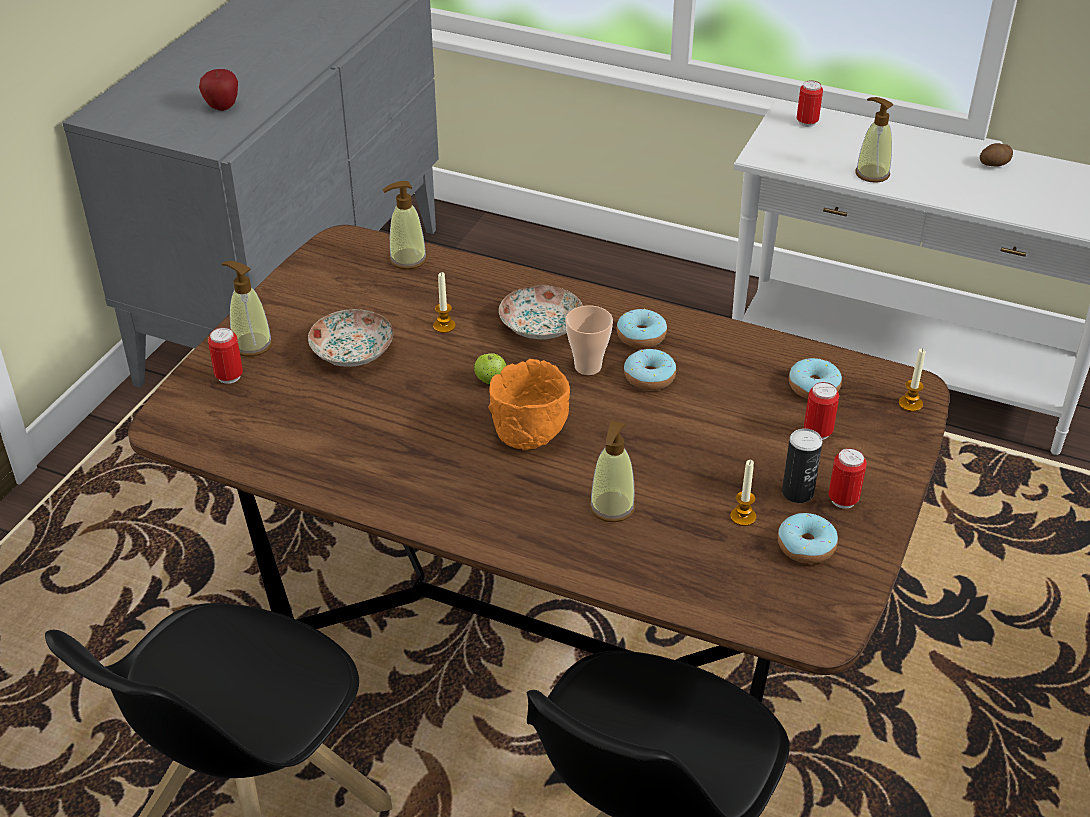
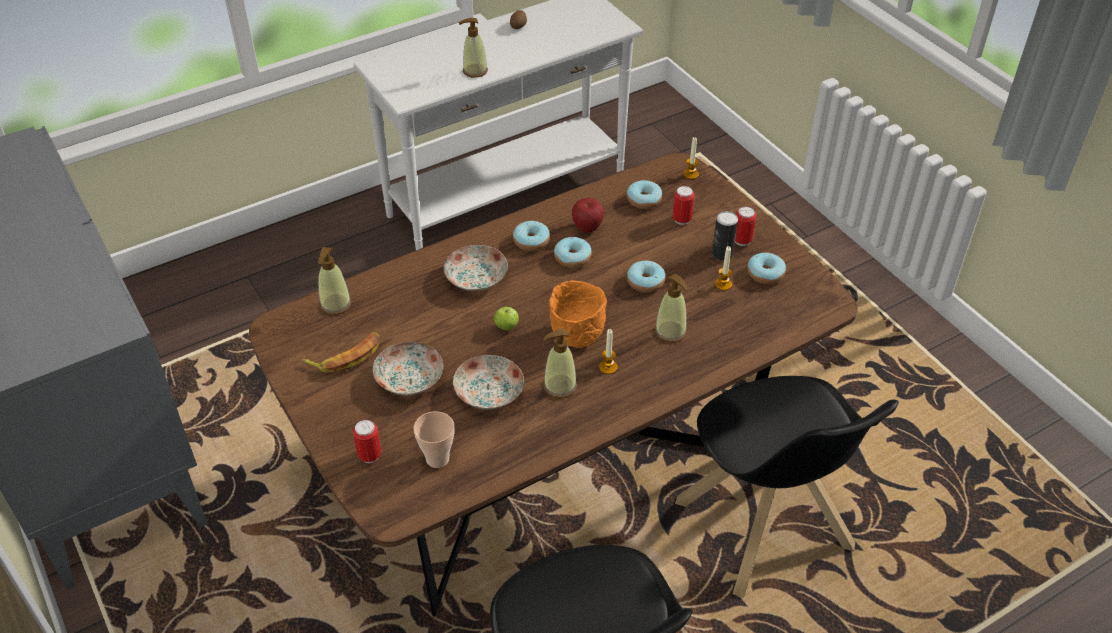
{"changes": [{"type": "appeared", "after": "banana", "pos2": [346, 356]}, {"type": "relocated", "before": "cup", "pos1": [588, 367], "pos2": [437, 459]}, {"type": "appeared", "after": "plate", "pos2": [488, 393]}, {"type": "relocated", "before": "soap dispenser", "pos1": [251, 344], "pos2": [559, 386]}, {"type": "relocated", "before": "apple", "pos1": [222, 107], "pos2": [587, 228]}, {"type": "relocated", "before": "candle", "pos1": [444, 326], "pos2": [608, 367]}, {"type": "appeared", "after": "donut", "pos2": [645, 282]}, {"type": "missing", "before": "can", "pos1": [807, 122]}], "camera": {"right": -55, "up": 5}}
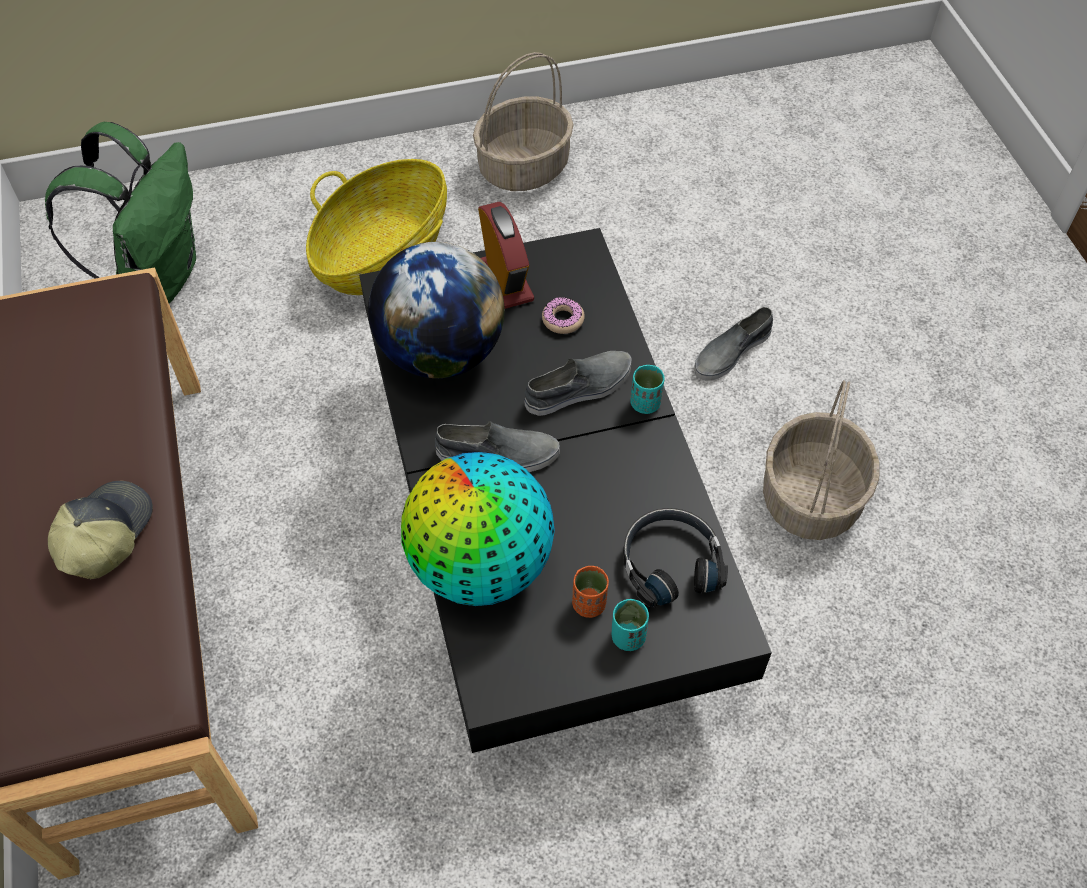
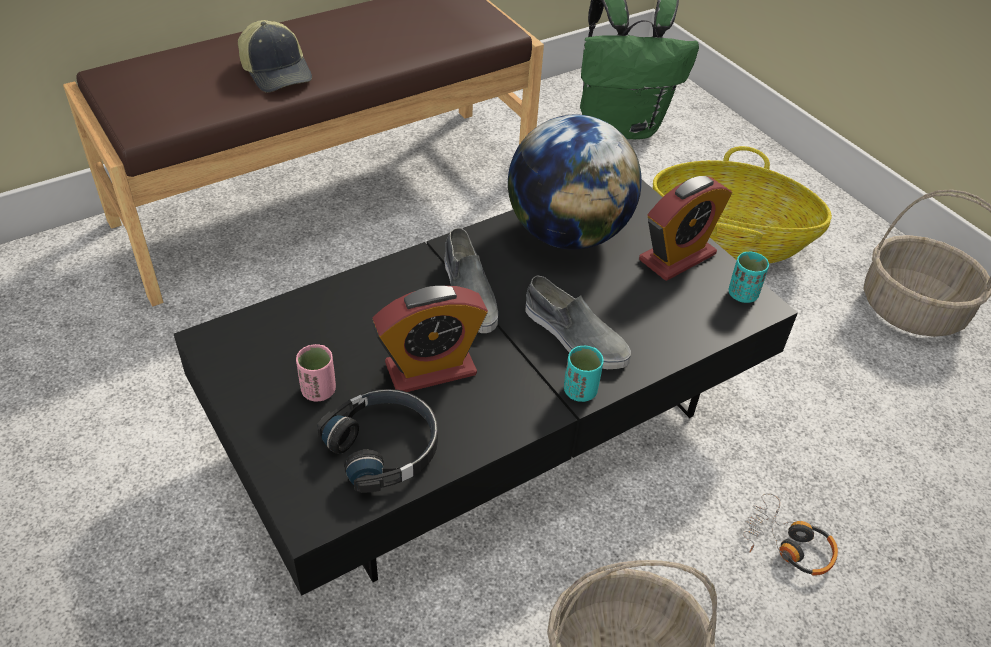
{"changes": [{"type": "spun", "before": "cap", "pos1": [103, 535], "pos2": [277, 72], "turn": 60}, {"type": "colour", "before": "cup (orange)", "after": "cup (pink)", "pos1": [589, 604], "pos2": [318, 391]}, {"type": "appeared", "after": "alarm clock", "pos2": [430, 369]}, {"type": "relocated", "before": "cup (turquoise)", "pos1": [628, 637], "pos2": [742, 294]}, {"type": "exchanged", "before": "shoe (grey)", "after": "headphones", "pos1": [731, 351], "pos2": [787, 544]}, {"type": "missing", "before": "globe", "pos1": [480, 566]}, {"type": "missing", "before": "donut", "pos1": [563, 320]}], "camera": {"right": 70, "up": -10}}
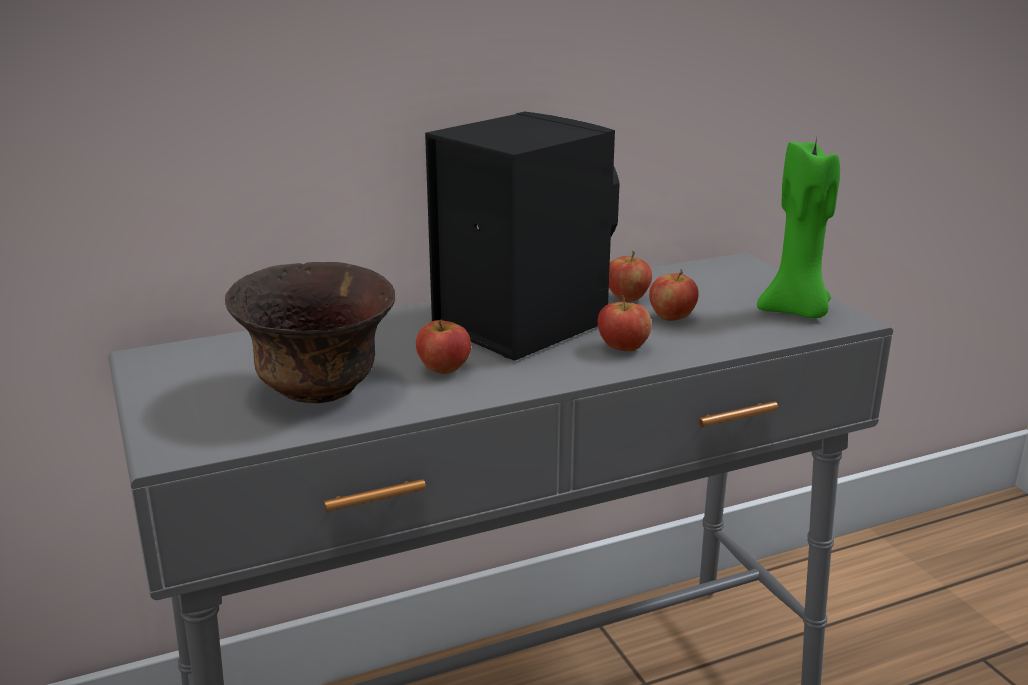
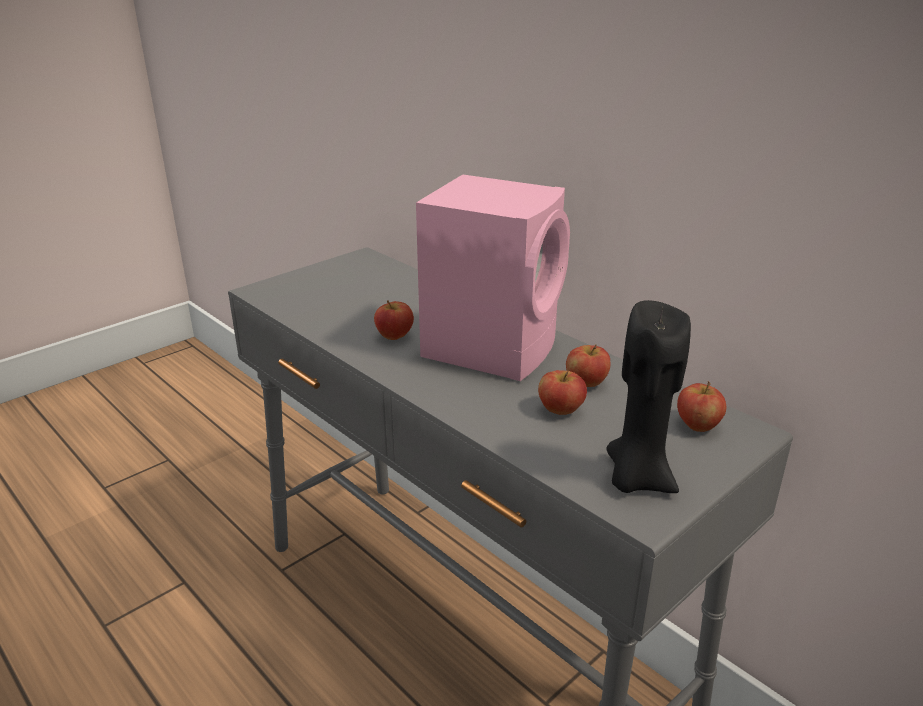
{"changes": [{"type": "colour", "before": "speaker (black)", "after": "speaker (pink)", "pos1": [517, 323], "pos2": [493, 346]}, {"type": "colour", "before": "candle (green)", "after": "candle (black)", "pos1": [796, 312], "pos2": [636, 478]}, {"type": "relocated", "before": "apple", "pos1": [623, 348], "pos2": [697, 425]}, {"type": "missing", "before": "bowl (brown)", "pos1": [319, 392]}], "camera": {"right": 70, "up": 5}}
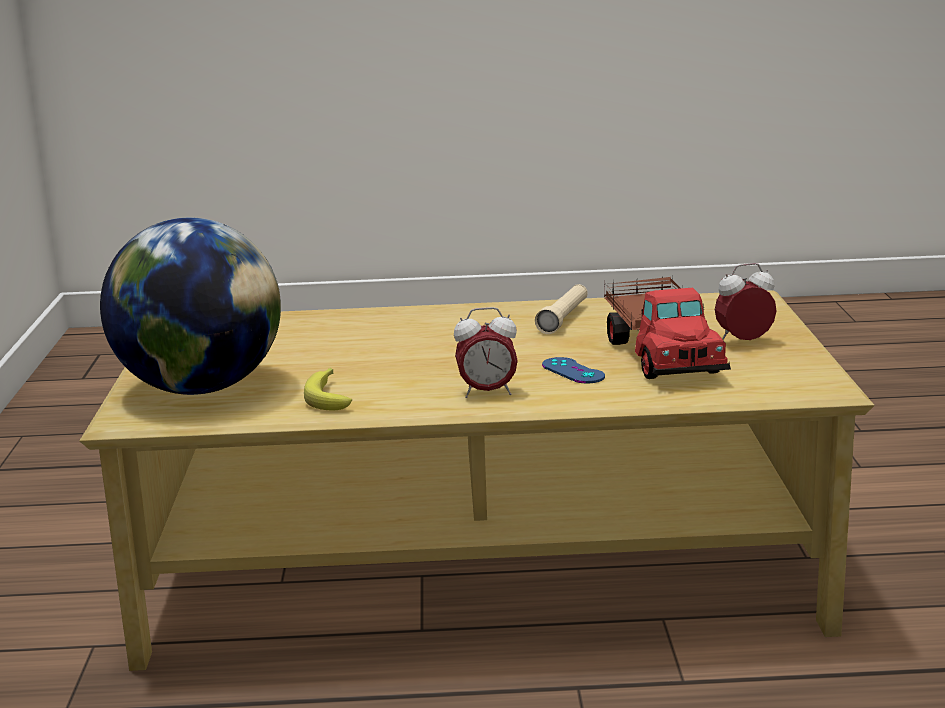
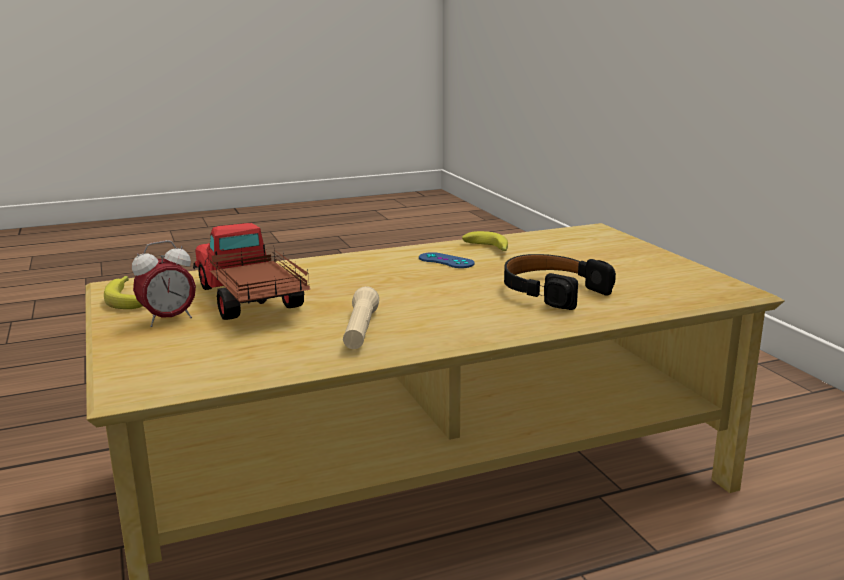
{"changes": [{"type": "appeared", "after": "banana", "pos2": [127, 298]}, {"type": "relocated", "before": "game controller (blue)", "pos1": [573, 371], "pos2": [446, 261]}, {"type": "appeared", "after": "headphones (black)", "pos2": [552, 291]}, {"type": "missing", "before": "globe", "pos1": [200, 388]}, {"type": "missing", "before": "alarm clock", "pos1": [487, 393]}], "camera": {"right": 160, "up": 0}}
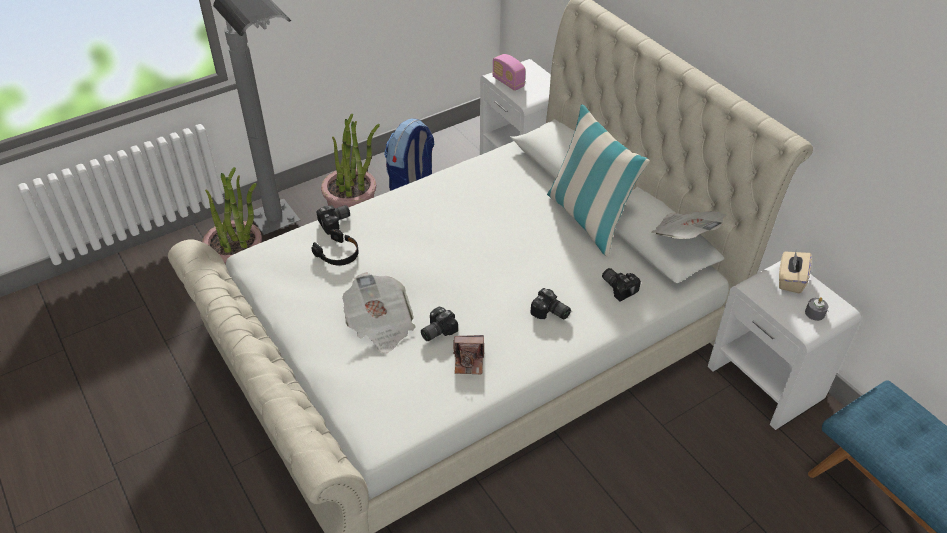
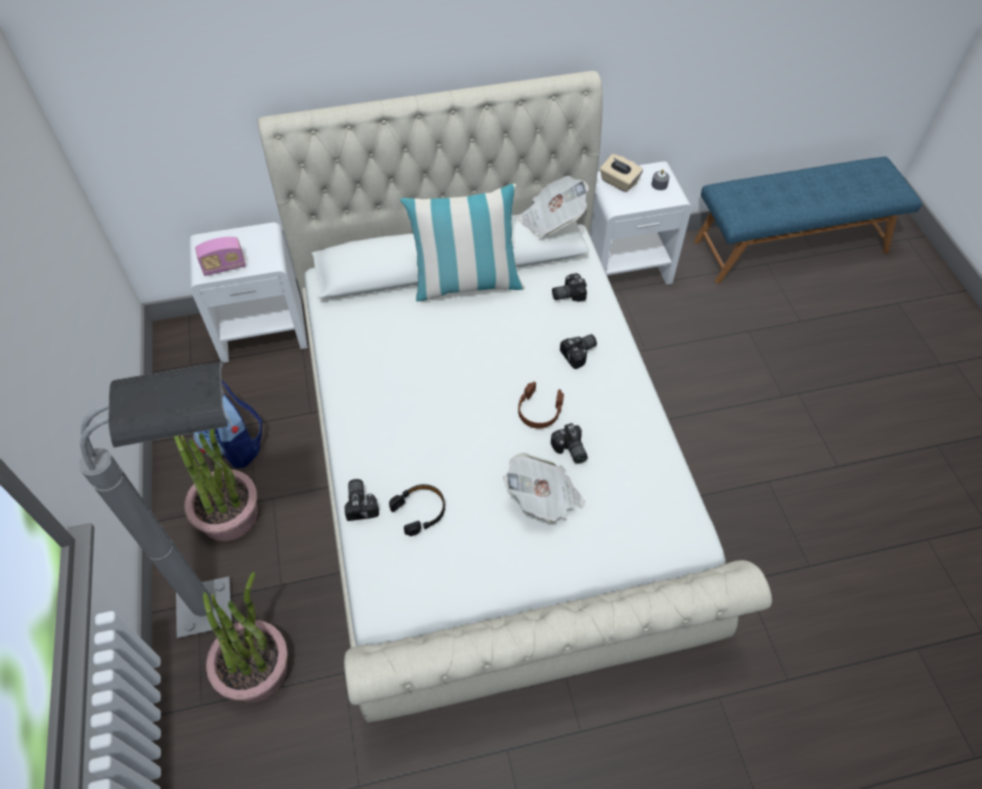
{"changes": [{"type": "appeared", "after": "headphones (brown)", "pos2": [539, 410]}, {"type": "missing", "before": "photo camera", "pos1": [469, 362]}], "camera": {"right": -70, "up": 10}}
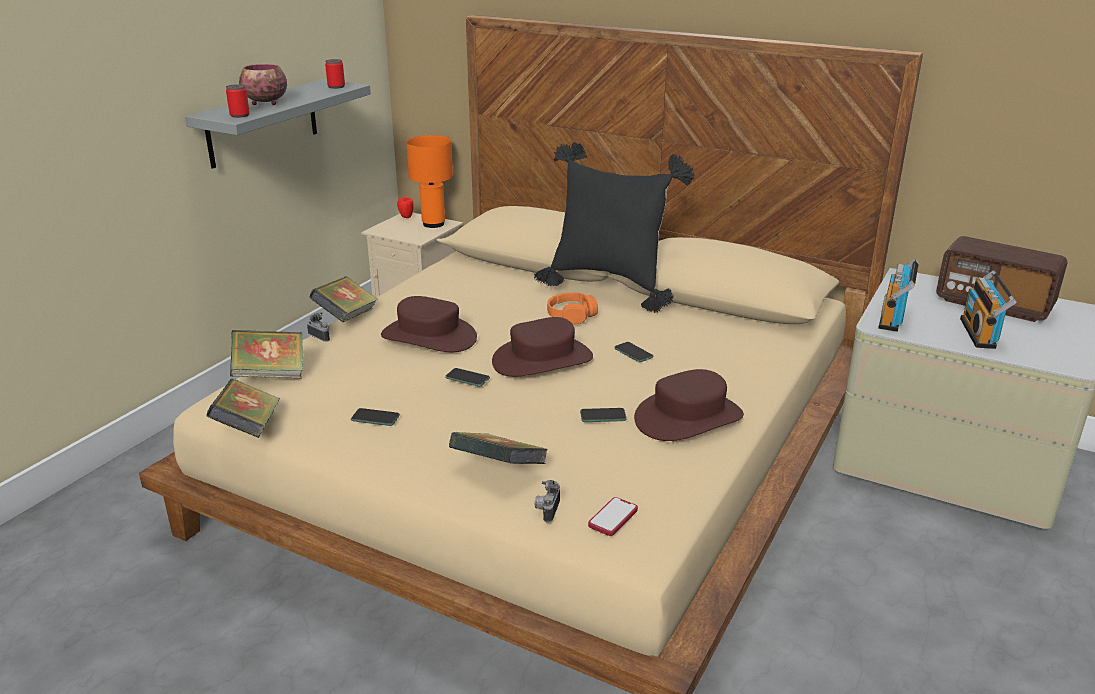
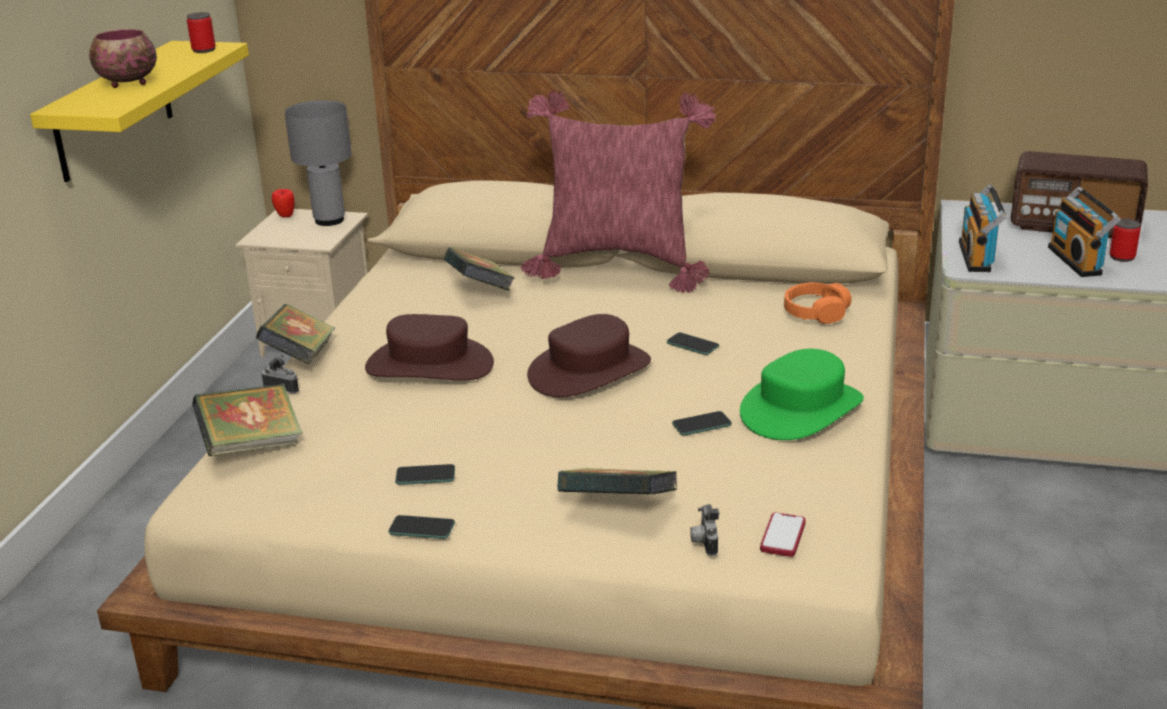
{"changes": [{"type": "colour", "before": "shelf (grey)", "after": "shelf (yellow)", "pos1": [263, 123], "pos2": [113, 111]}, {"type": "colour", "before": "table lamp (orange)", "after": "table lamp (grey)", "pos1": [433, 224], "pos2": [328, 221]}, {"type": "relocated", "before": "phone", "pos1": [467, 378], "pos2": [422, 528]}, {"type": "relocated", "before": "book", "pos1": [248, 429], "pos2": [480, 291]}, {"type": "colour", "before": "pillow (black)", "after": "pillow (red)", "pos1": [610, 292], "pos2": [619, 276]}, {"type": "colour", "before": "hat (brown)", "after": "hat (green)", "pos1": [688, 417], "pos2": [801, 409]}, {"type": "relocated", "before": "headphones (orange)", "pos1": [571, 315], "pos2": [816, 312]}, {"type": "relocated", "before": "can", "pos1": [240, 115], "pos2": [1122, 257]}], "camera": {"right": -15, "up": 0}}
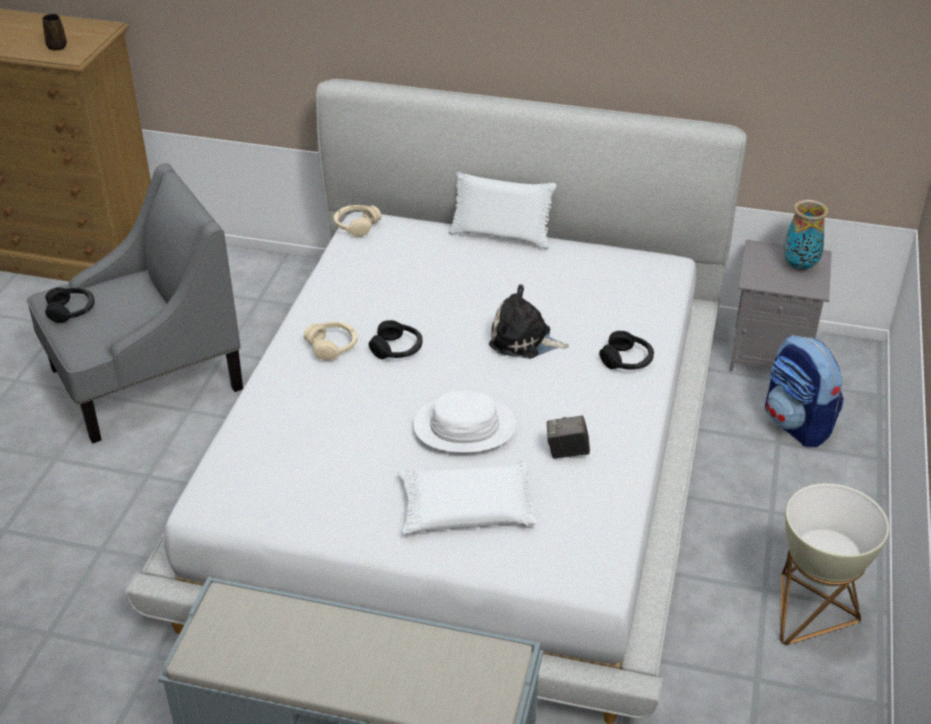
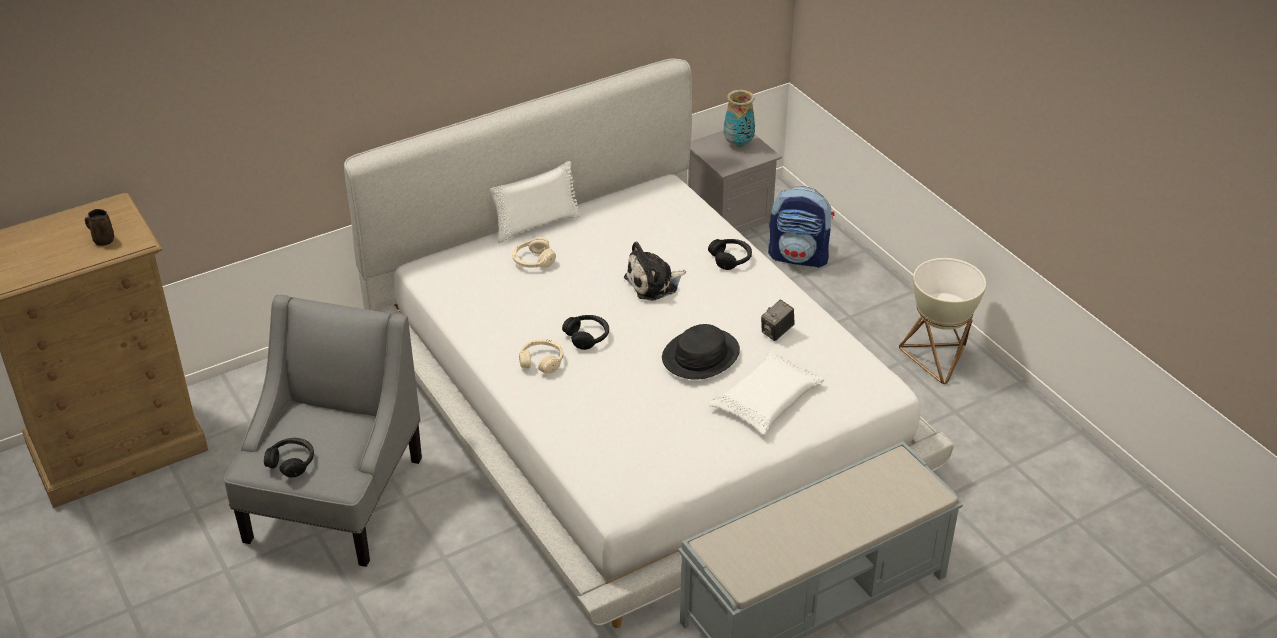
{"changes": [{"type": "relocated", "before": "headphones (beige)", "pos1": [356, 226], "pos2": [533, 261]}, {"type": "colour", "before": "hat (white)", "after": "hat (black)", "pos1": [464, 426], "pos2": [701, 355]}], "camera": {"right": -45, "up": 0}}
